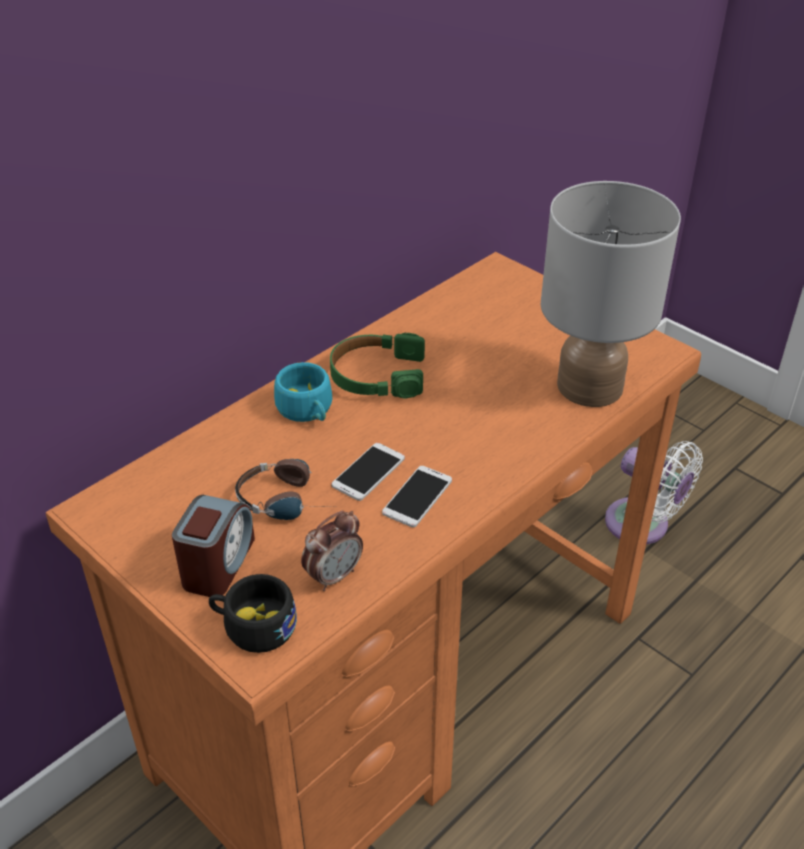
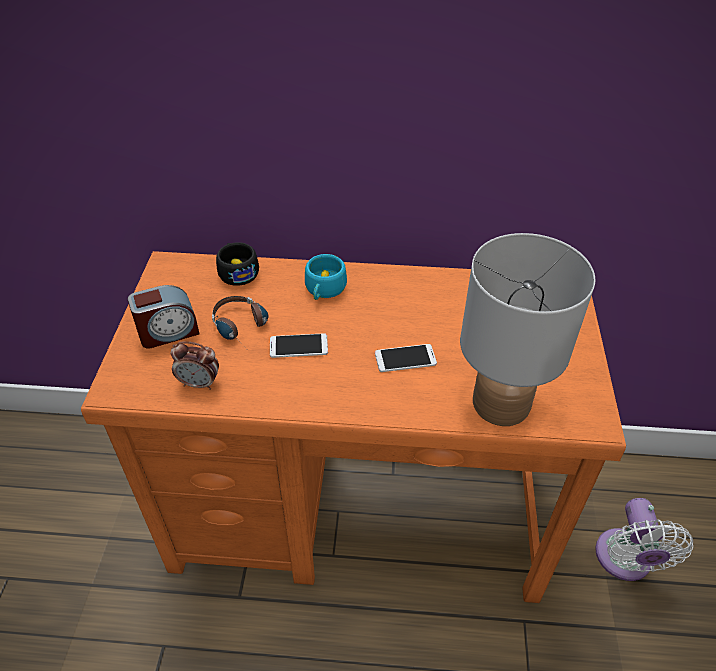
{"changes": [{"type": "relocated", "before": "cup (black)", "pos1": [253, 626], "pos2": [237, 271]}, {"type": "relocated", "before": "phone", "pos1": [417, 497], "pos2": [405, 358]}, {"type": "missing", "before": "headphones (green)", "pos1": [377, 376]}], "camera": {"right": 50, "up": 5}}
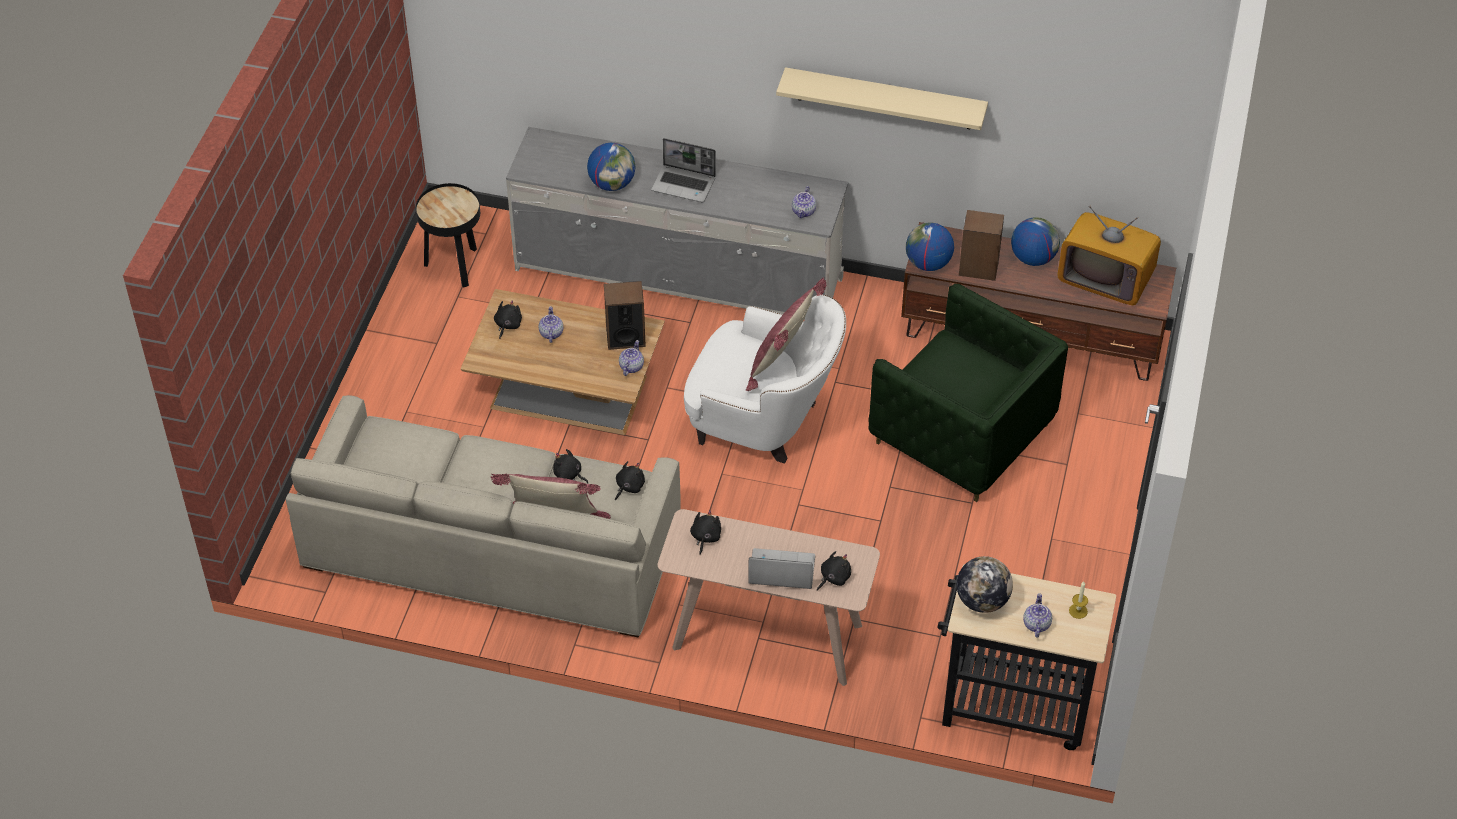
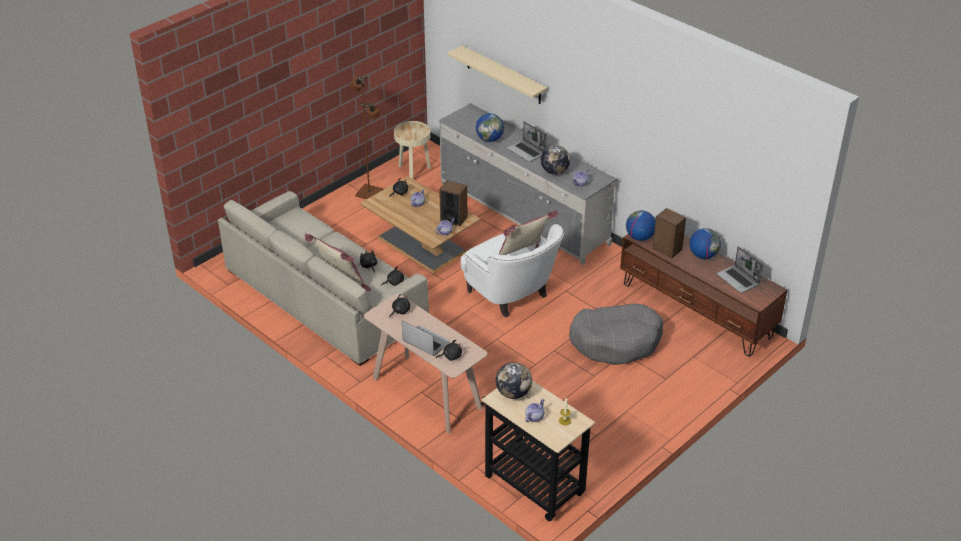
{"changes": [{"type": "appeared", "after": "floor lamp (brown)", "pos2": [369, 193]}, {"type": "colour", "before": "side table (black)", "after": "side table (beige)", "pos1": [454, 266], "pos2": [413, 171]}, {"type": "relocated", "before": "shelf (beige)", "pos1": [884, 99], "pos2": [503, 75]}, {"type": "appeared", "after": "globe", "pos2": [554, 172]}, {"type": "exchanged", "before": "armchair (green)", "after": "dog bed (grey)", "pos1": [962, 434], "pos2": [616, 341]}, {"type": "exchanged", "before": "television", "after": "laptop", "pos1": [1105, 279], "pos2": [738, 280]}], "camera": {"right": 30, "up": -10}}
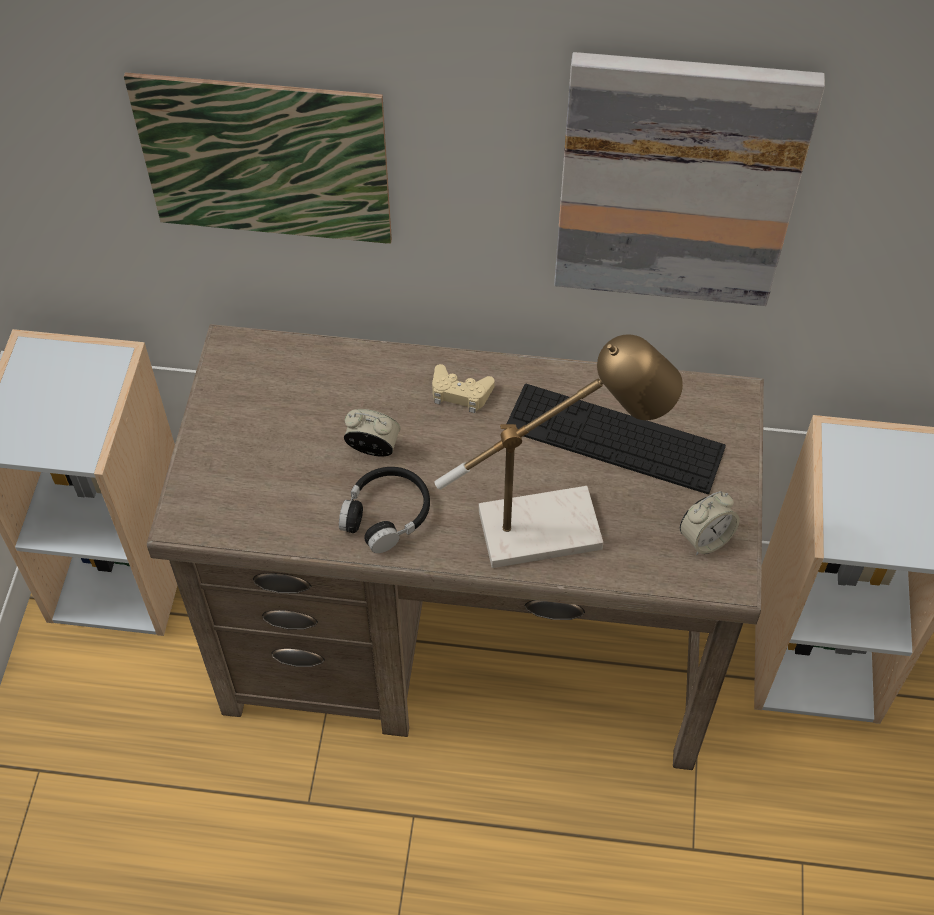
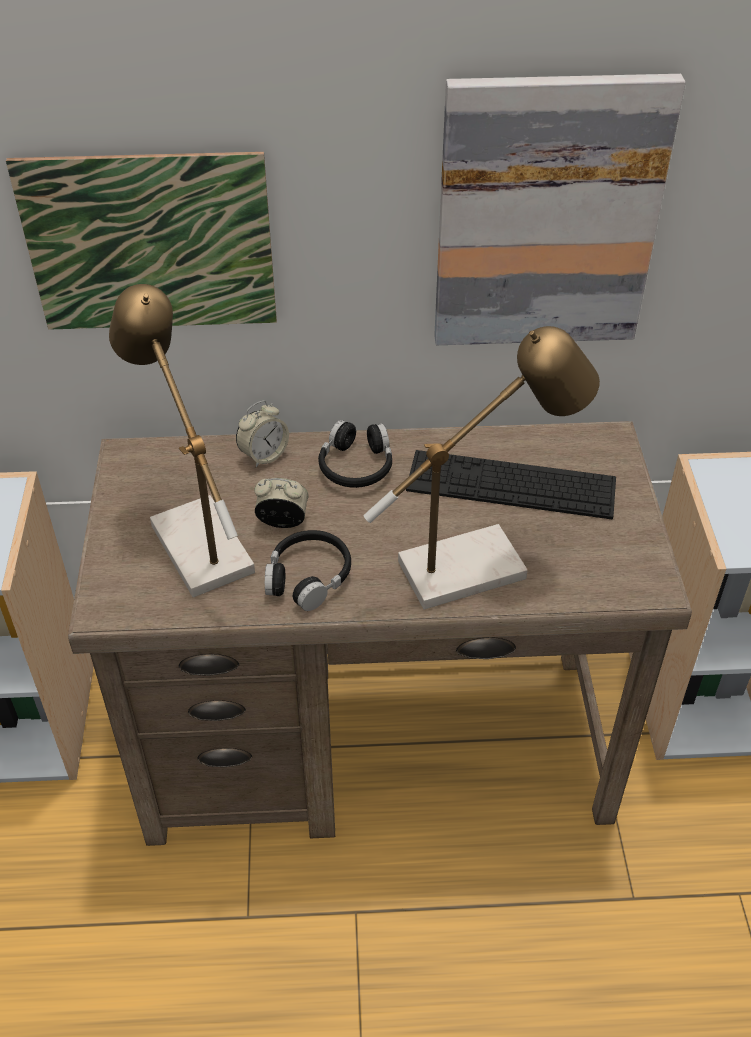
{"changes": [{"type": "appeared", "after": "table lamp", "pos2": [193, 539]}, {"type": "relocated", "before": "alarm clock", "pos1": [705, 539], "pos2": [264, 455]}, {"type": "exchanged", "before": "game controller (beige)", "after": "headphones (black)", "pos1": [460, 393], "pos2": [356, 466]}], "camera": {"right": -10, "up": -10}}
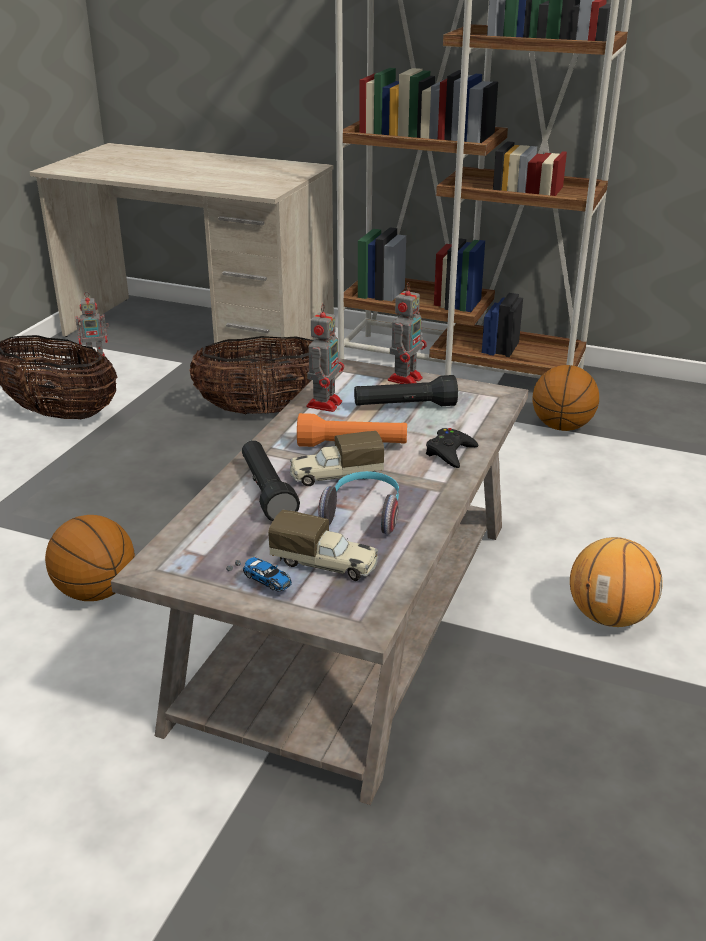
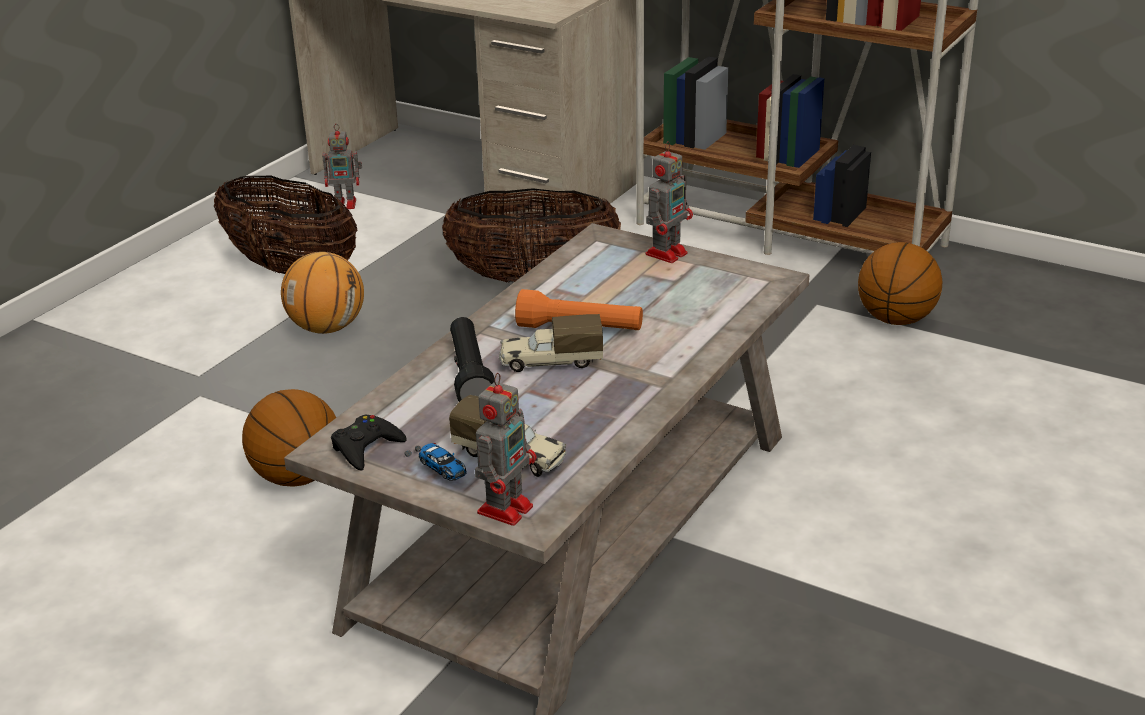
{"changes": [{"type": "relocated", "before": "basketball", "pos1": [609, 616], "pos2": [327, 328]}, {"type": "relocated", "before": "game controller (black)", "pos1": [450, 453], "pos2": [366, 448]}, {"type": "relocated", "before": "toy robot", "pos1": [325, 403], "pos2": [506, 508]}, {"type": "missing", "before": "headphones", "pos1": [364, 513]}, {"type": "missing", "before": "flashlight (black)", "pos1": [404, 406]}], "camera": {"right": 10, "up": 0}}
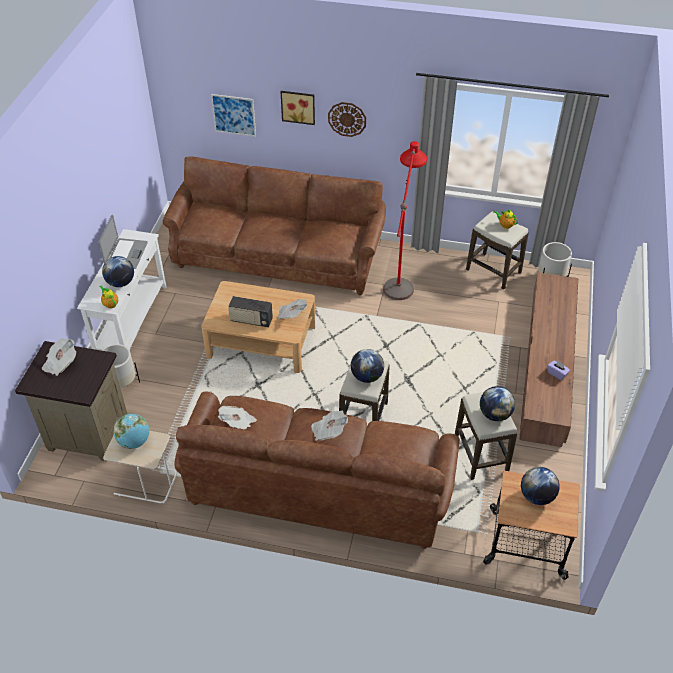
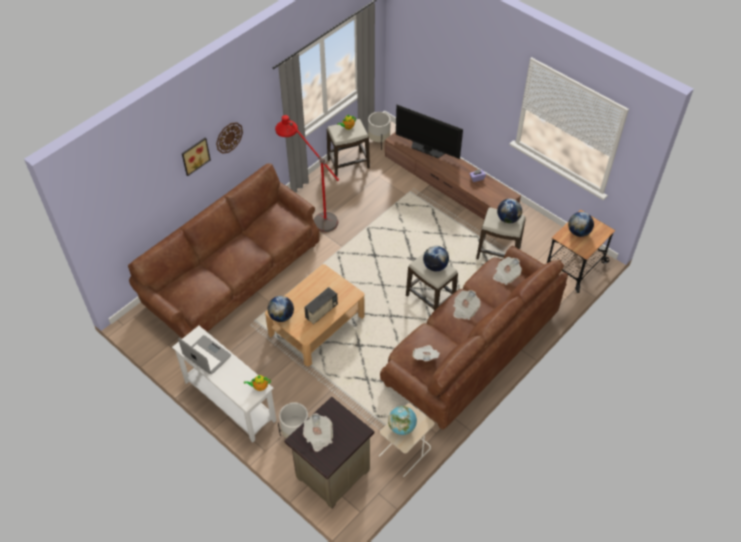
{"changes": [{"type": "relocated", "before": "globe", "pos1": [121, 283], "pos2": [281, 316]}, {"type": "appeared", "after": "television", "pos2": [427, 149]}, {"type": "relocated", "before": "newspaper", "pos1": [292, 315], "pos2": [505, 275]}, {"type": "missing", "before": "picture", "pos1": [233, 115]}], "camera": {"right": -60, "up": 5}}
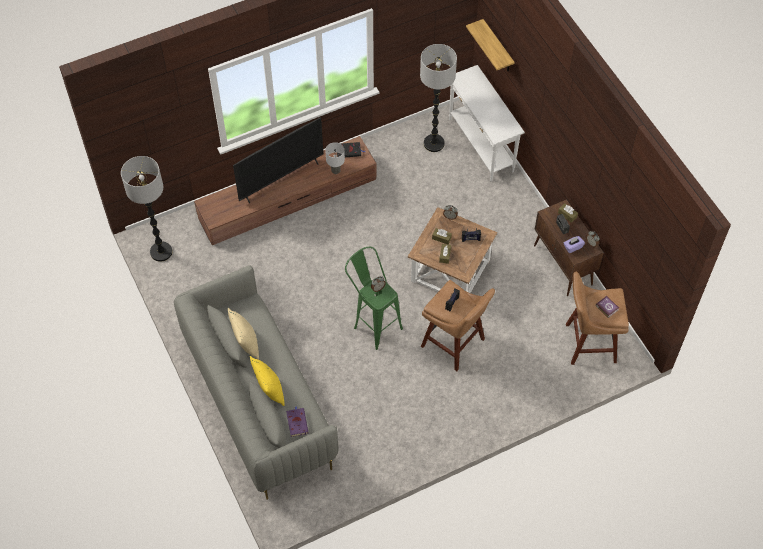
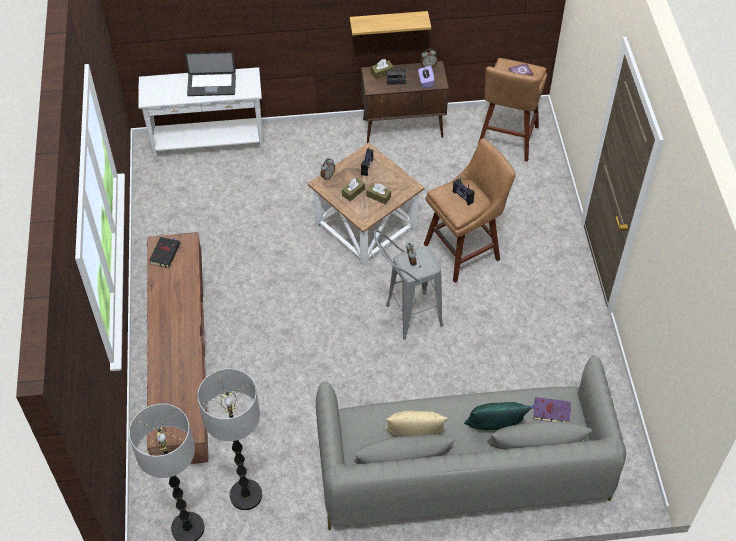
{"changes": [{"type": "appeared", "after": "laptop", "pos2": [211, 85]}, {"type": "relocated", "before": "floor lamp", "pos1": [434, 143], "pos2": [246, 495]}, {"type": "relocated", "before": "shelf", "pos1": [497, 47], "pos2": [388, 24]}, {"type": "colour", "before": "stool (green)", "after": "stool (grey)", "pos1": [373, 323], "pos2": [405, 318]}, {"type": "colour", "before": "pillow (yellow)", "after": "pillow (green)", "pos1": [270, 390], "pos2": [494, 428]}, {"type": "missing", "before": "television", "pos1": [281, 179]}, {"type": "missing", "before": "table lamp (white)", "pos1": [335, 170]}], "camera": {"right": -70, "up": -5}}
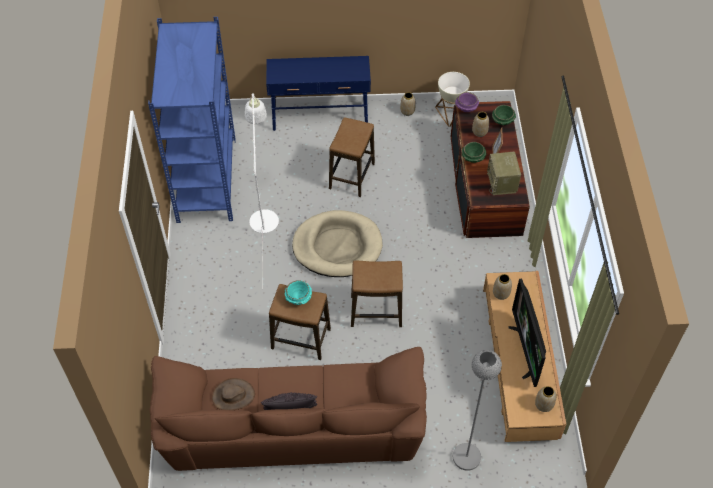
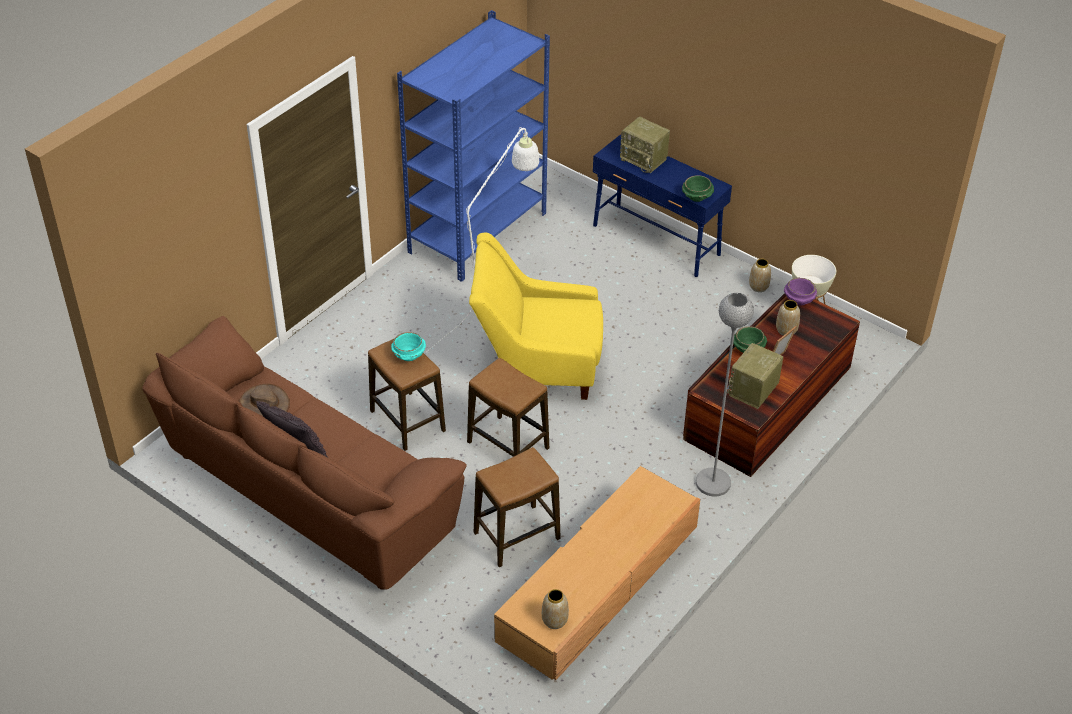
{"changes": [{"type": "exchanged", "before": "dog bed (beige)", "after": "armchair (yellow)", "pos1": [337, 246], "pos2": [537, 365]}, {"type": "relocated", "before": "stool", "pos1": [352, 176], "pos2": [516, 536]}, {"type": "appeared", "after": "radio", "pos2": [644, 159]}, {"type": "relocated", "before": "bowl (green)", "pos1": [503, 121], "pos2": [697, 197]}, {"type": "relocated", "before": "floor lamp (grey)", "pos1": [466, 457], "pos2": [713, 483]}, {"type": "missing", "before": "vase", "pos1": [501, 293]}, {"type": "missing", "before": "television", "pos1": [526, 351]}], "camera": {"right": 40, "up": -10}}
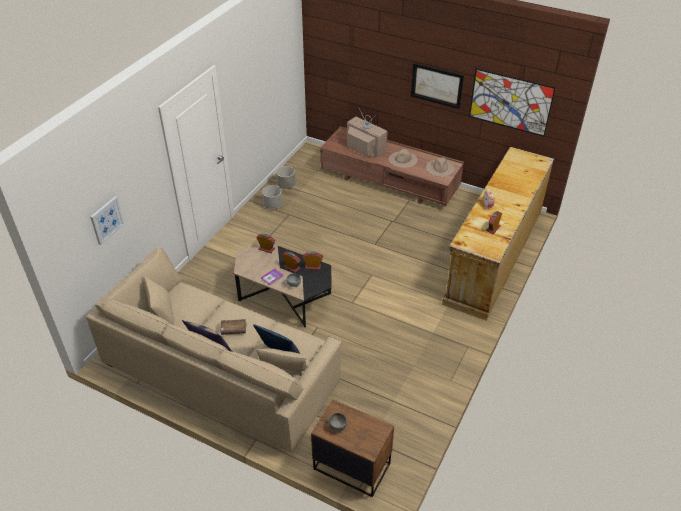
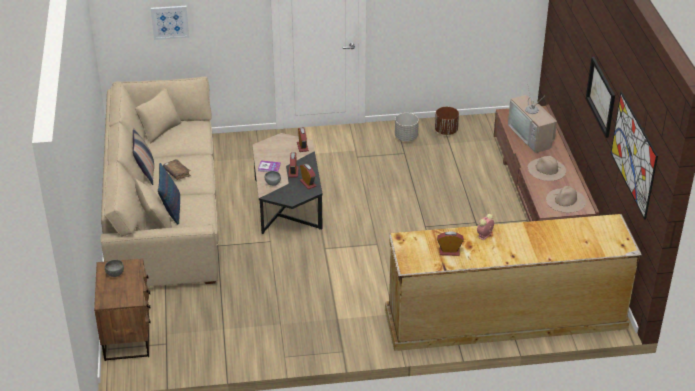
{"changes": [{"type": "colour", "before": "planter (grey)", "after": "planter (brown)", "pos1": [286, 185], "pos2": [446, 131]}, {"type": "spun", "before": "television", "pos1": [364, 148], "pos2": [532, 136], "turn": 150}], "camera": {"right": 55, "up": -5}}
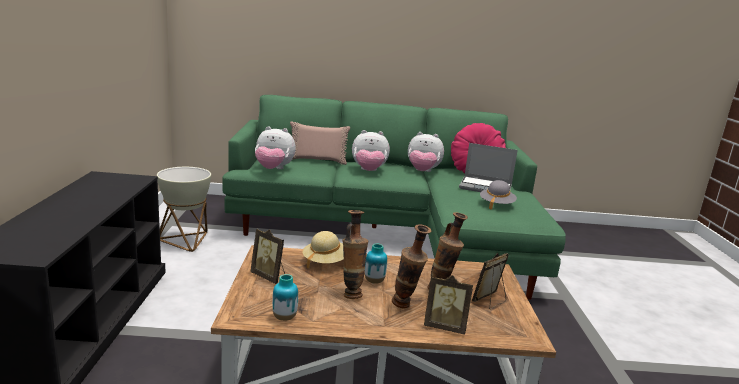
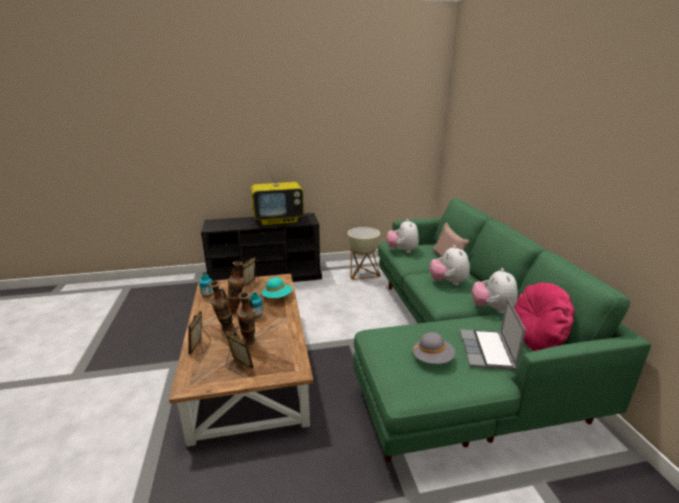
{"changes": [{"type": "appeared", "after": "television", "pos2": [279, 220]}, {"type": "colour", "before": "hat (beige)", "after": "hat (turquoise)", "pos1": [325, 262], "pos2": [277, 297]}], "camera": {"right": 80, "up": 5}}
